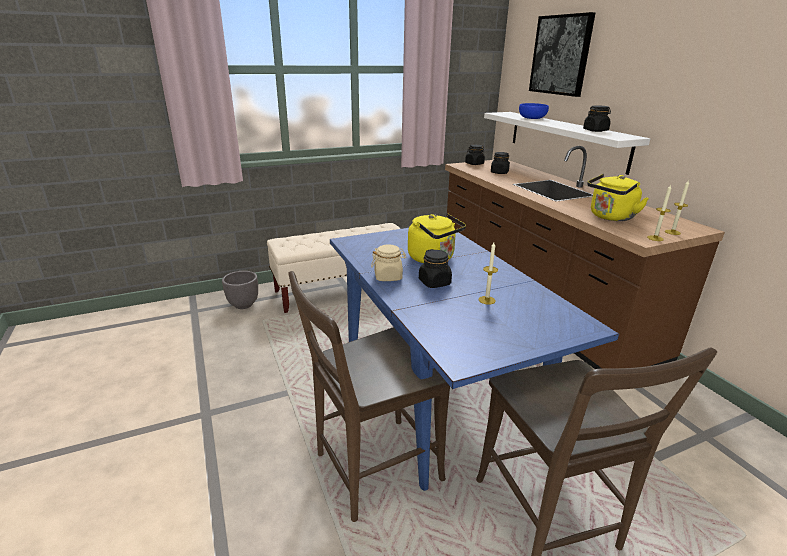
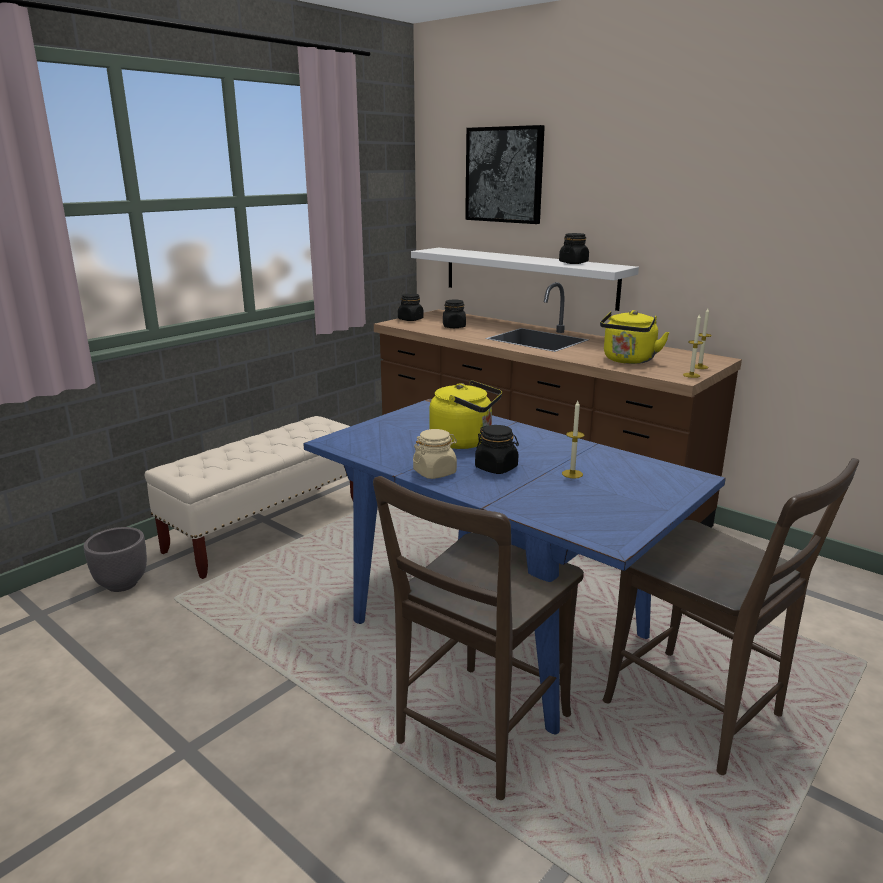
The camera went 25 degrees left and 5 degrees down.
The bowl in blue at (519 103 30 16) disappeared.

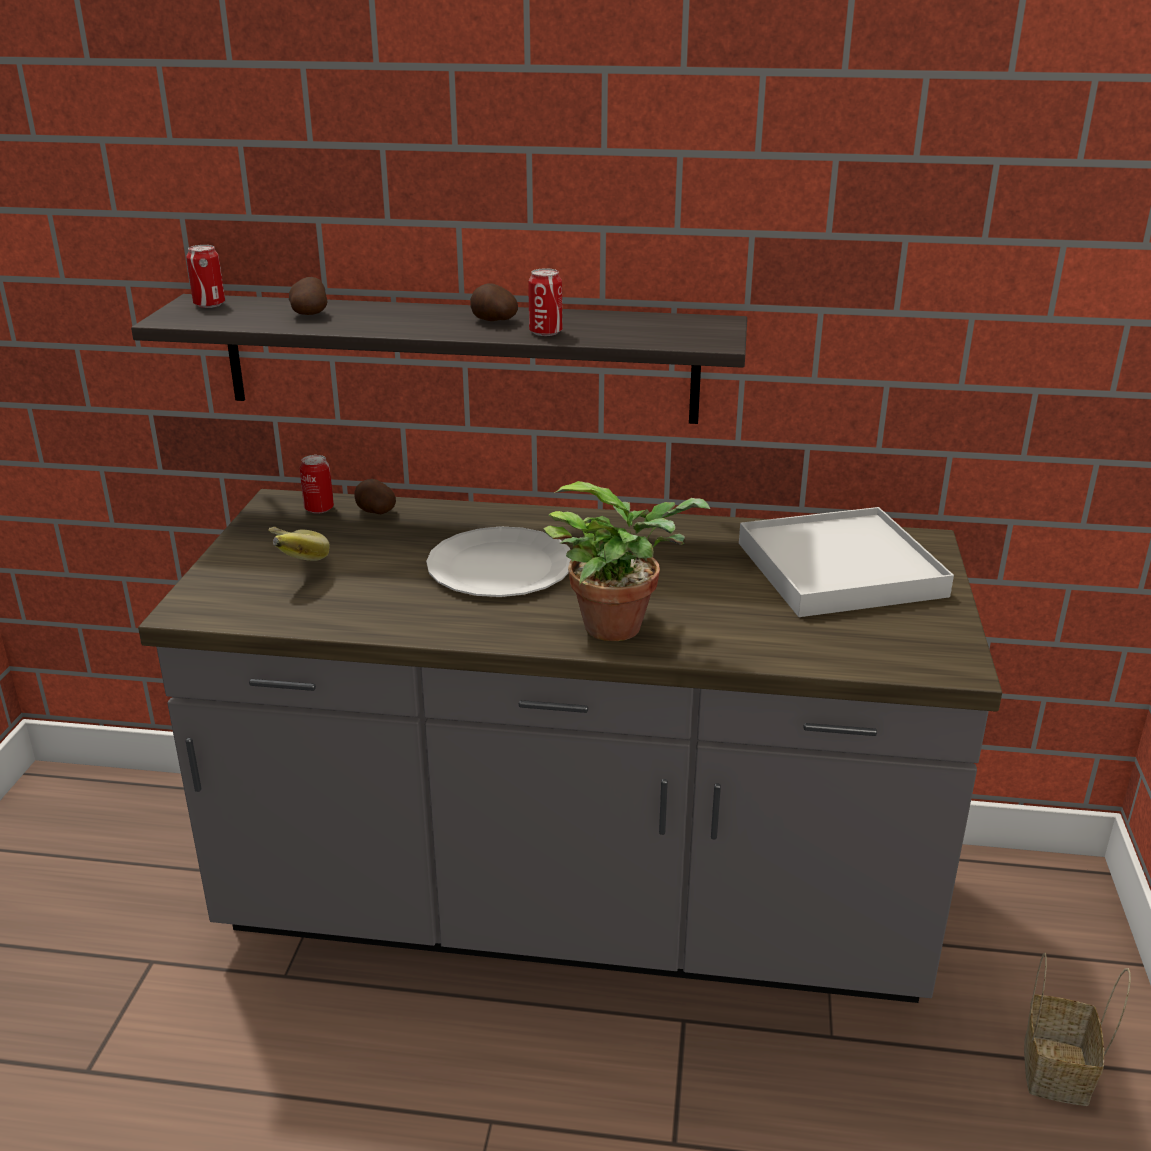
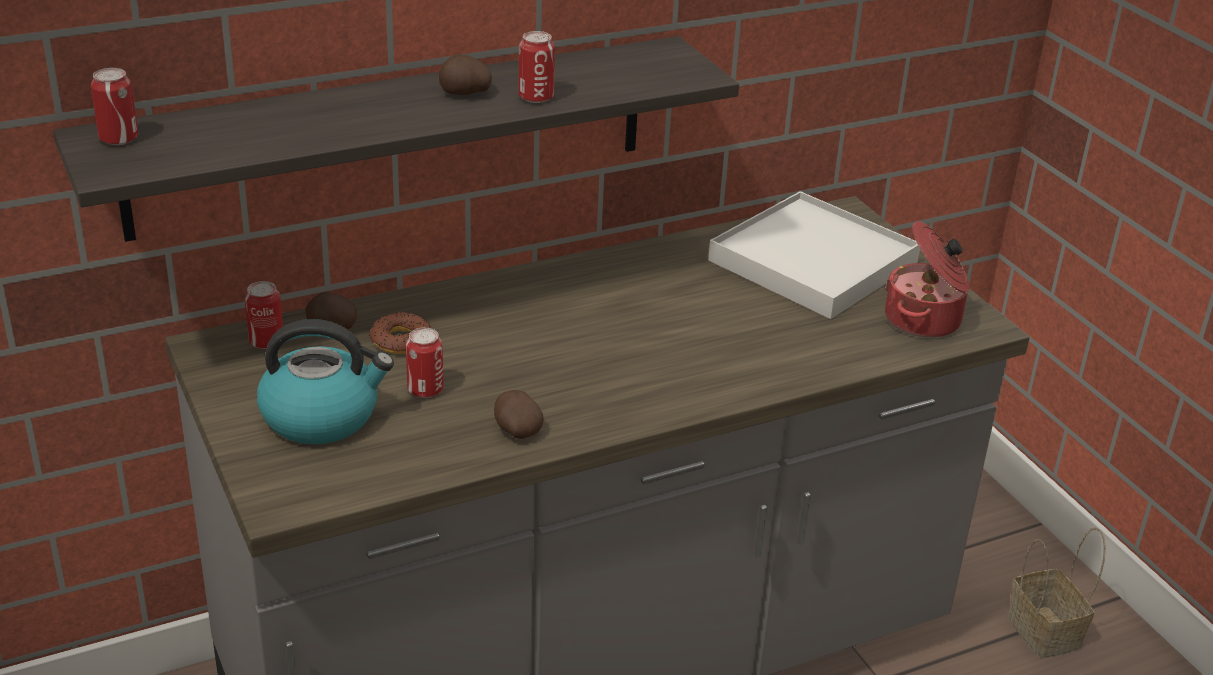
The camera went 35 degrees left and 5 degrees up.
The whole banana at (269 527 61 34) was replaced by the kettle at (257 319 137 125).
The potato moved from (289 277 38 38) to (494 390 50 49).
The dinner plate in white at (426 526 146 71) disappeared.
The houseplant at (543 481 167 160) disappeared.
The donut at (369 312 62 42) appeared.
The sealed can at (406 328 38 70) appeared.
The stockpot at (885 221 84 117) appeared.

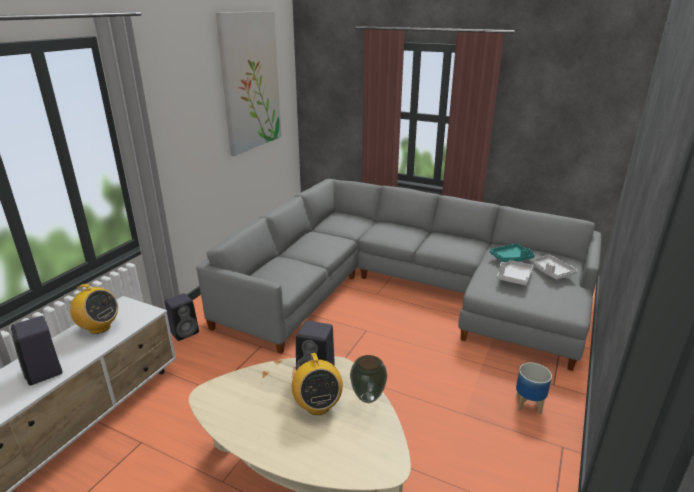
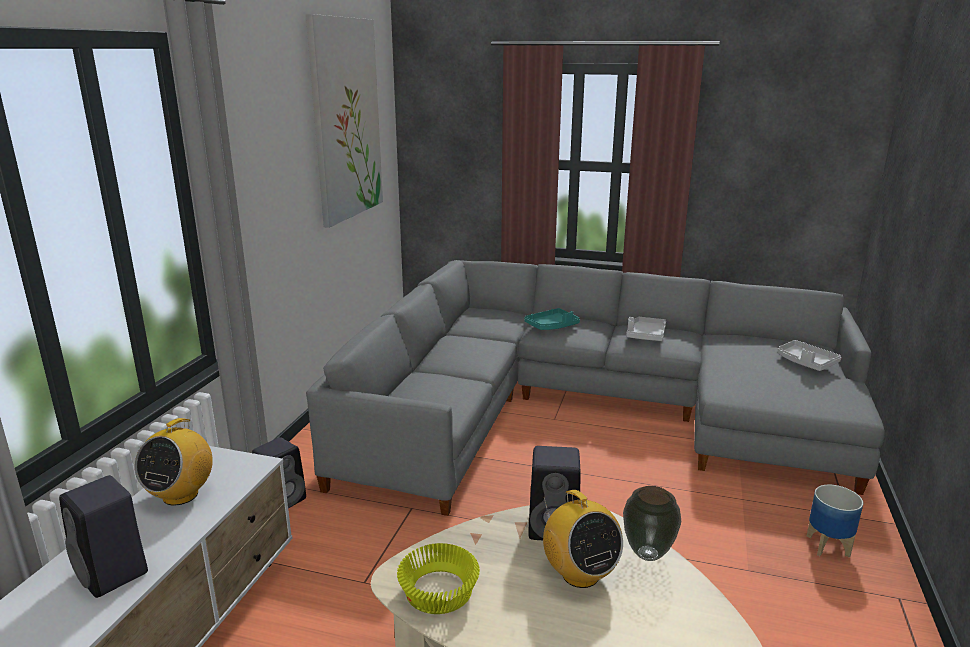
The camera went 10 degrees left and 5 degrees down.
The radio receiver at (64 284 54 50) turned 90 degrees clockwise.
The serving tray in turquoise moved from (490 243 45 19) to (525 308 55 22).
The serving tray in greyish moved from (497 260 36 25) to (626 317 40 24).
The bowl in yellowish at (397 543 83 71) appeared.

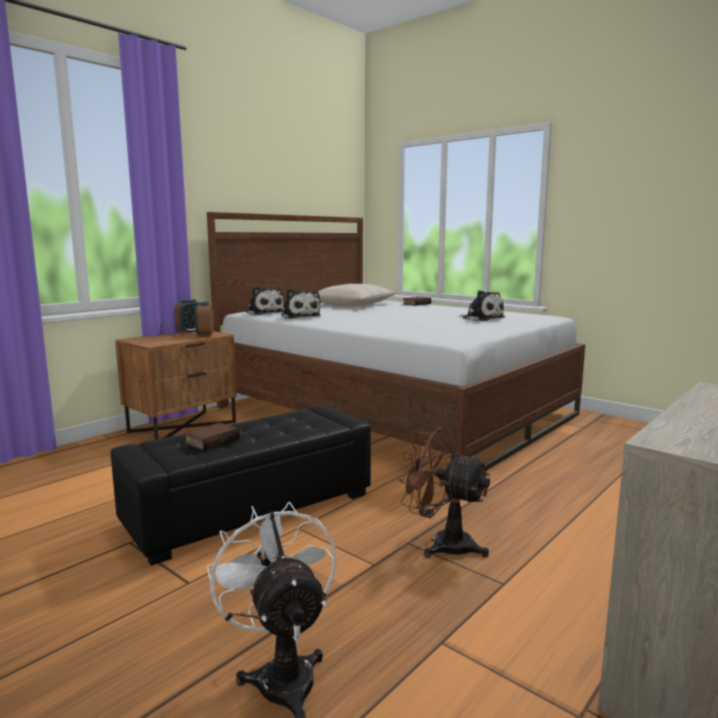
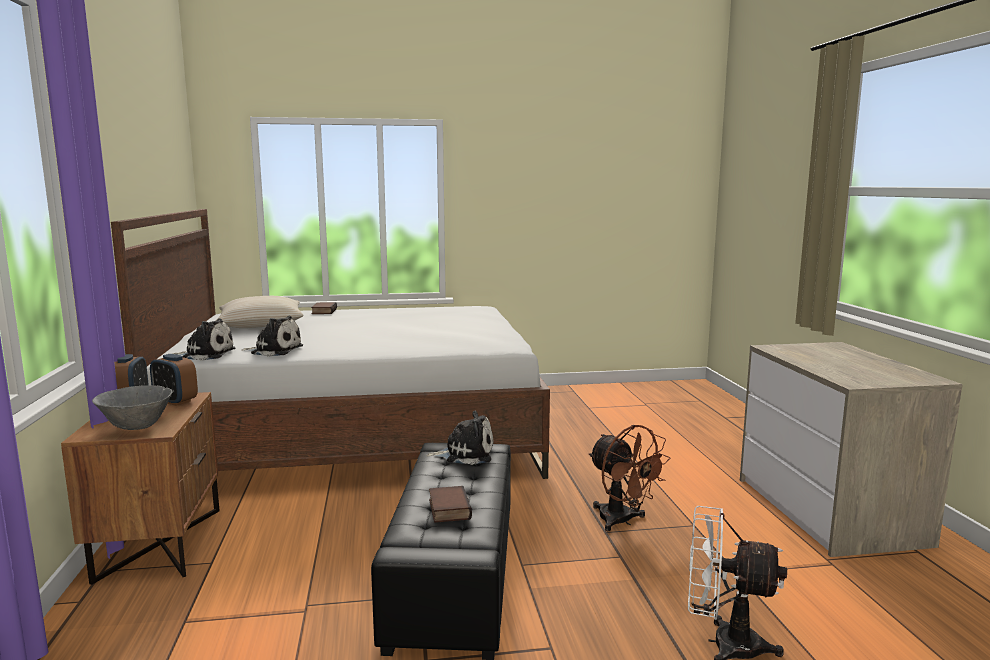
The camera went 50 degrees left and 0 degrees up.
The cooling fan in brownish at (398 425 92 133) turned 105 degrees counterclockwise.
The soft toy moved from (460 290 45 31) to (426 411 67 54).
The bowl in greyish at (92 385 81 45) appeared.

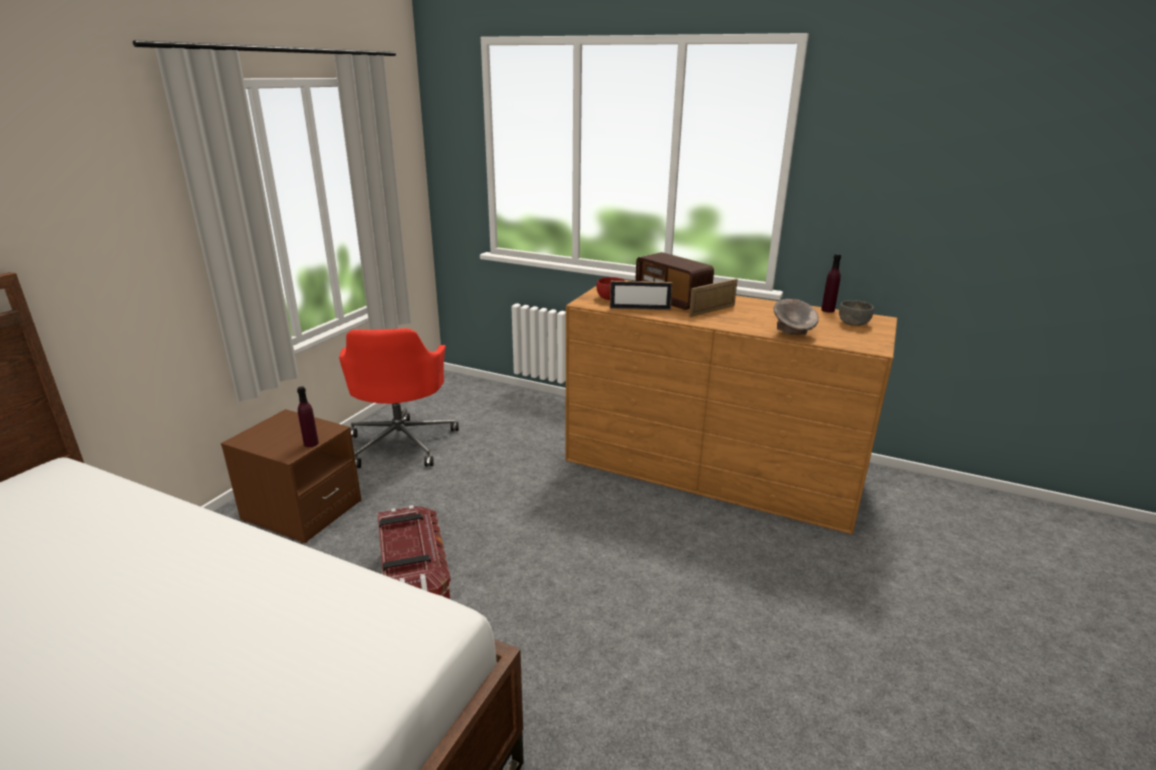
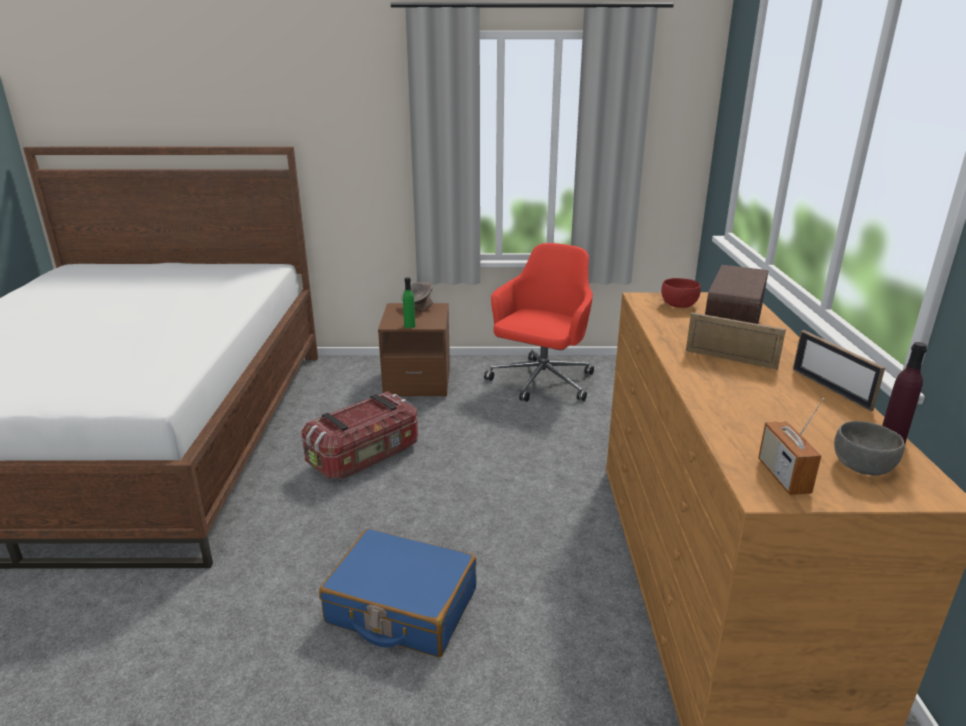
The camera went 65 degrees right and 0 degrees up.
The bottle in purple at (297 386 22 61) became the bottle in green at (403 277 12 51).
The computer chair in reddish at (339 328 120 140) turned 150 degrees clockwise.
The standing frame moved from (610 281 63 29) to (793 330 92 82).
The bowl in greyish moved from (774 299 45 36) to (401 281 32 30).
The piece of luggage in blue at (319 528 157 129) appeared.
The radio receiver at (758 398 66 97) appeared.

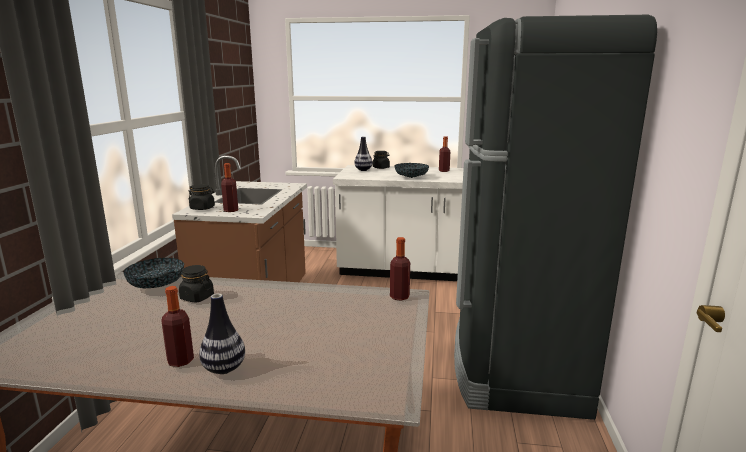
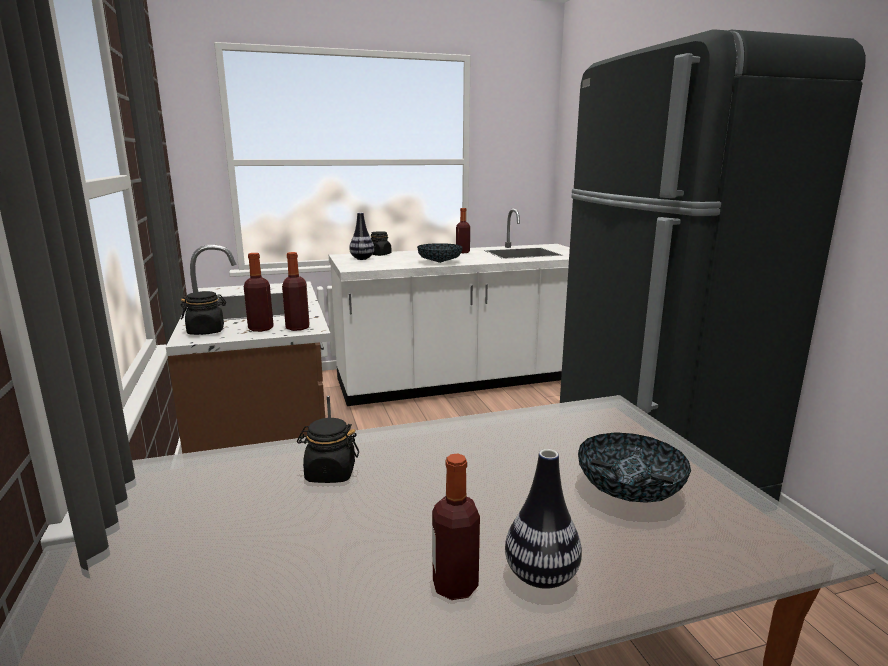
The camera went 25 degrees left and 0 degrees up.
The bowl moved from (123 258 61 30) to (578 432 113 71).
The bottle moved from (390 237 20 64) to (282 252 27 79).

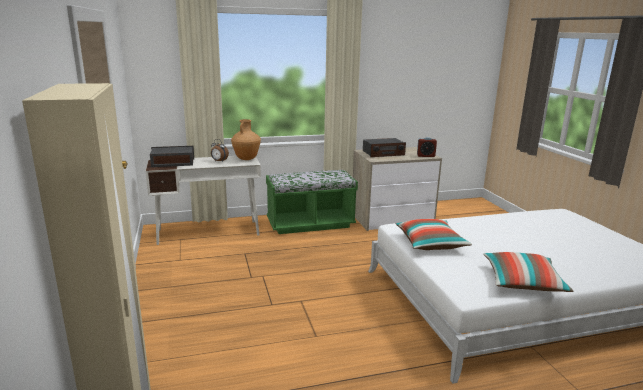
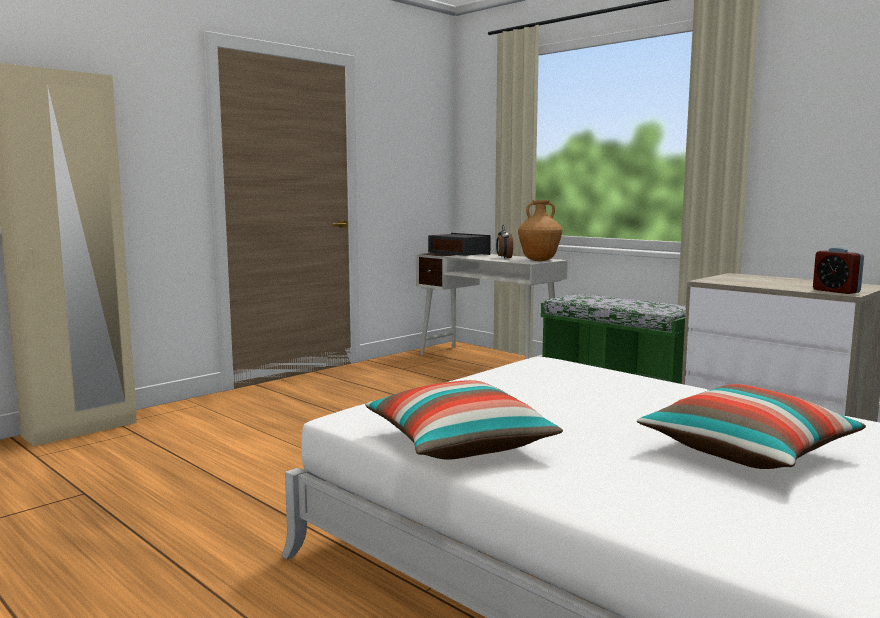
The camera went 60 degrees right and 10 degrees down.
The radio receiver at (363 138 43 19) disappeared.
The cushion moved from (396 219 76 31) to (637 384 229 85).

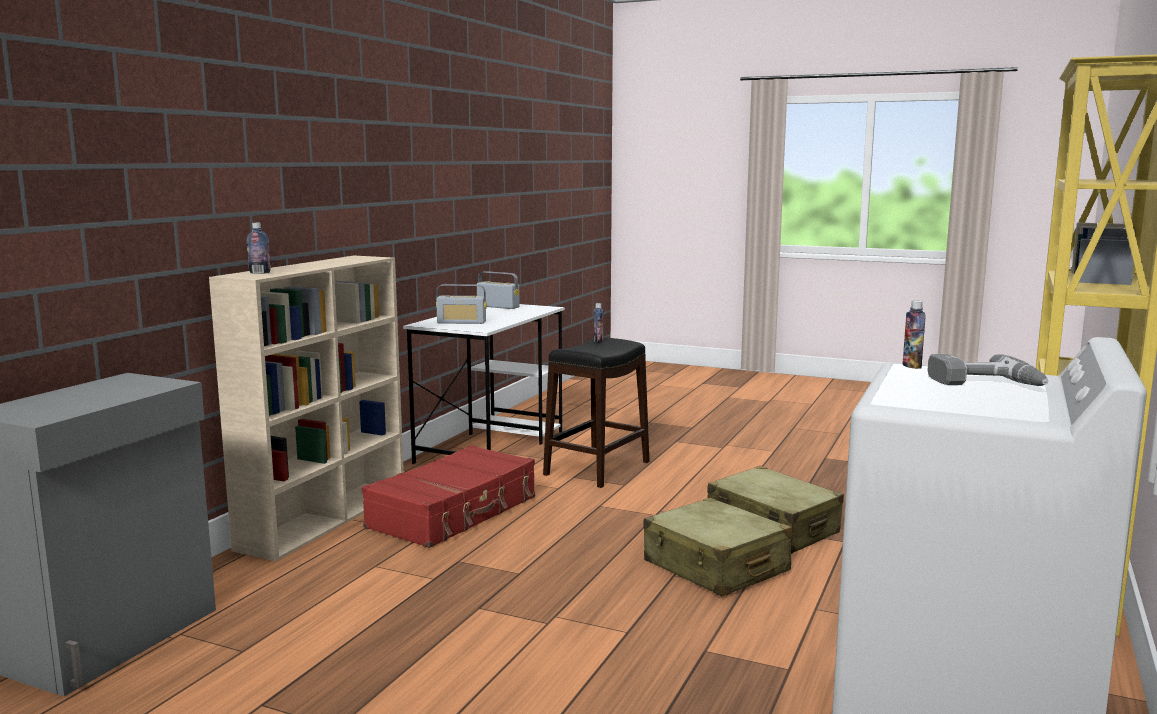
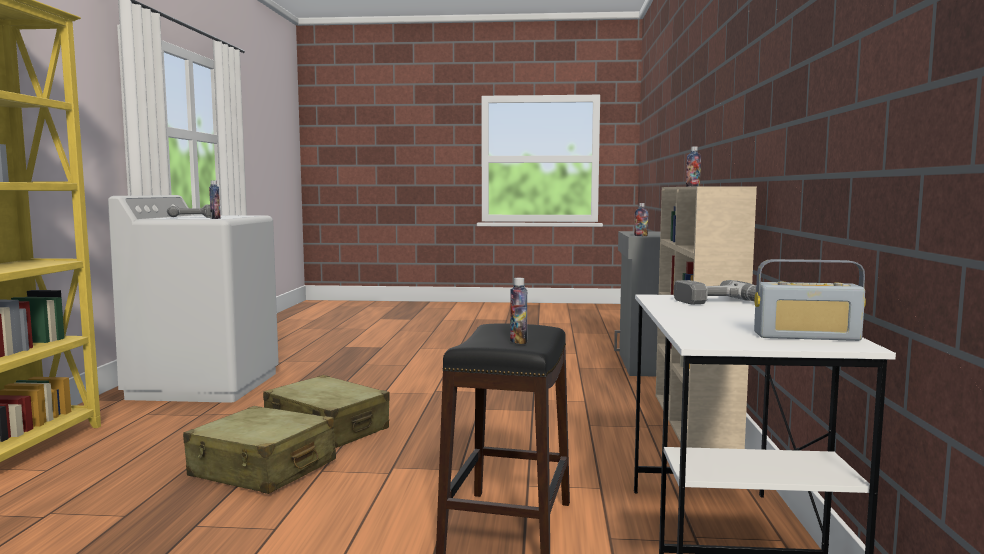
The camera went 160 degrees right and 5 degrees down.
The piece of luggage in reddish at (362 445 173 103) disappeared.
The radio receiver at (436 284 51 40) was replaced by the drill at (674 280 82 24).
The bottle at (634 203 14 33) appeared.

